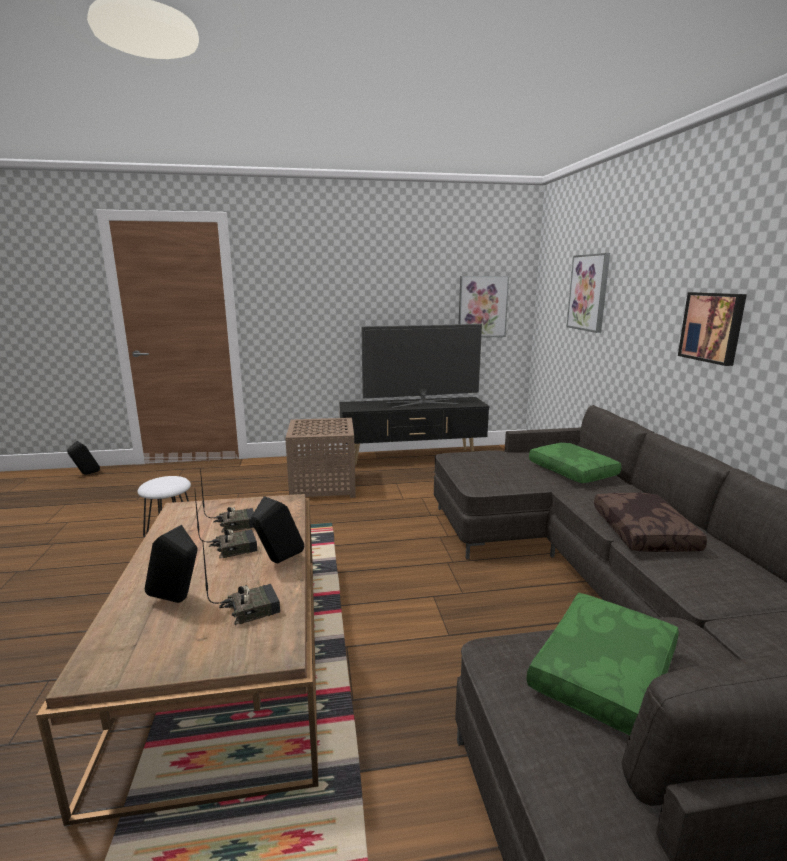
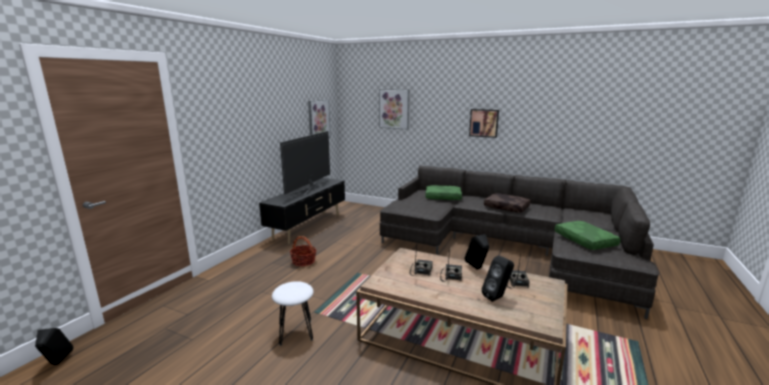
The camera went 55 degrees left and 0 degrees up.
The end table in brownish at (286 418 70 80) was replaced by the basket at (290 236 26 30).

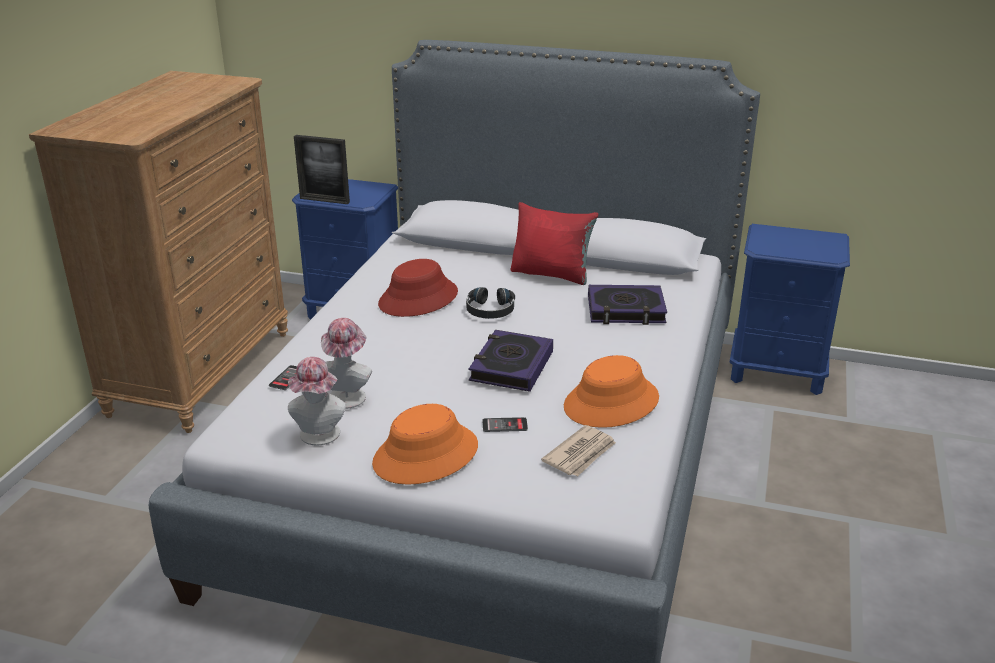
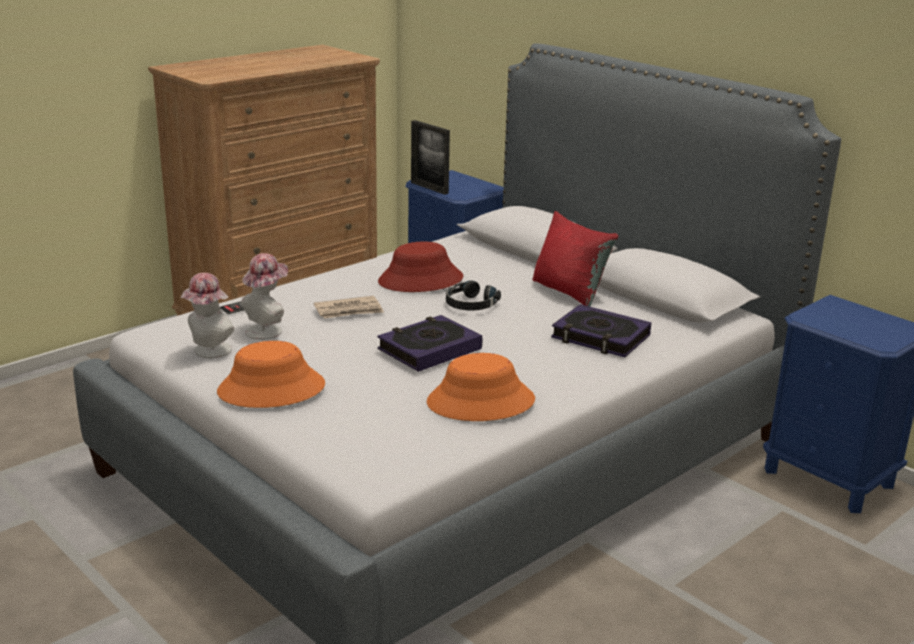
The camera went 30 degrees right and 5 degrees down.
The telephone at (482 417 46 15) disappeared.
The daily paper moved from (541 425 75 52) to (314 296 70 23).

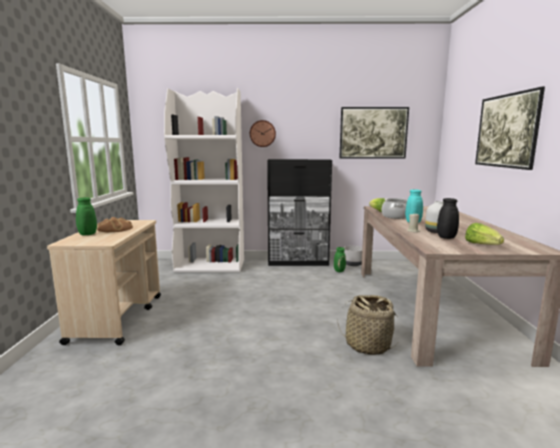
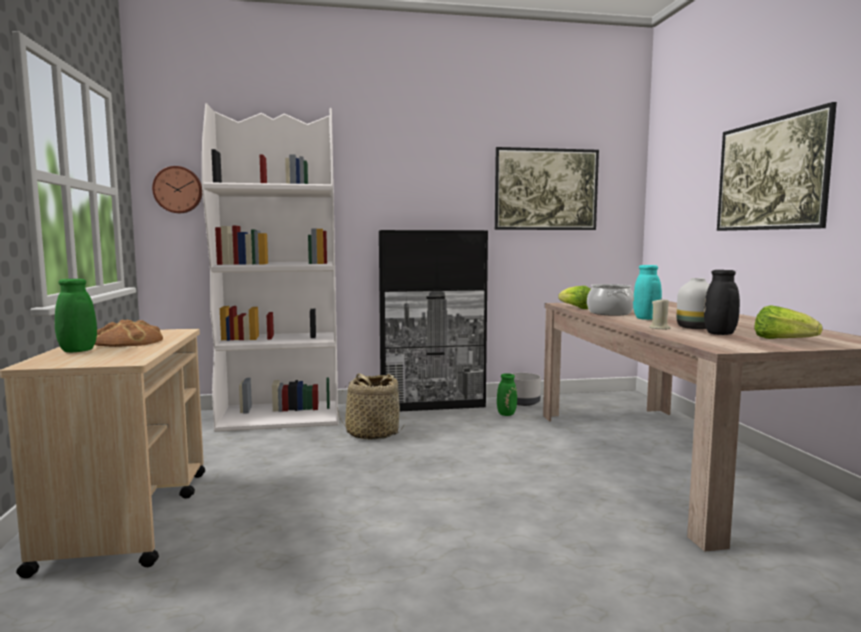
The camera went 10 degrees left and 5 degrees down.
The clock on the wall moved from (250 120 26 27) to (152 166 50 47).
The basket moved from (338 295 60 60) to (338 373 67 67).

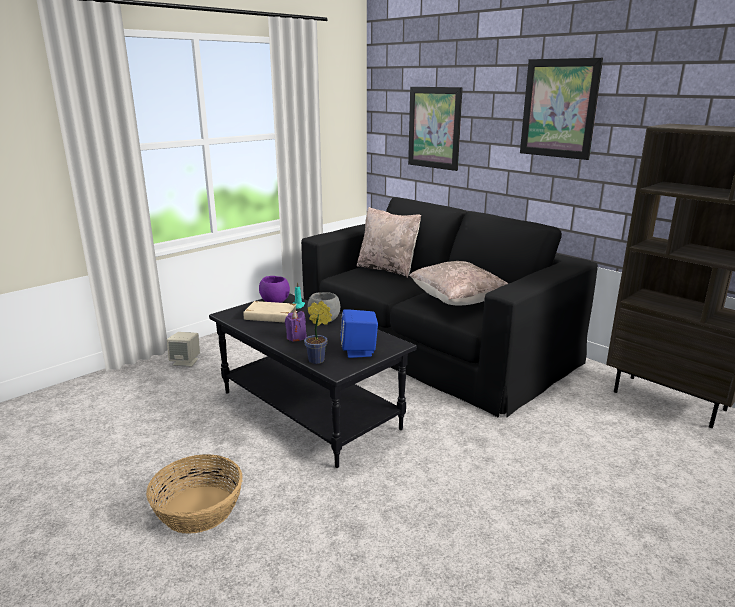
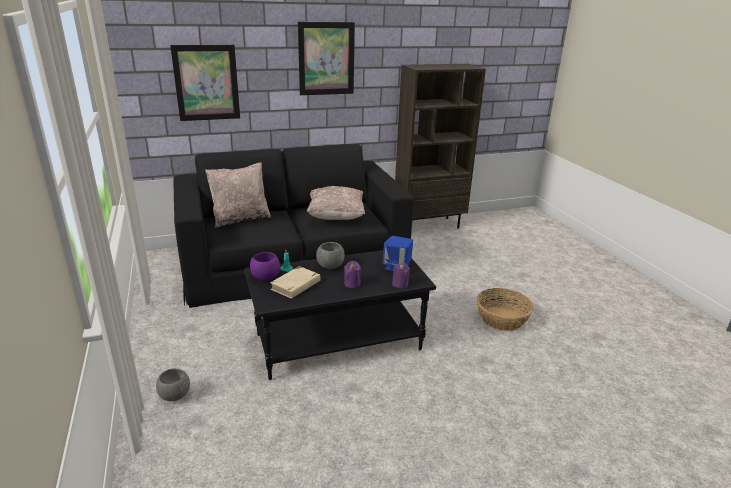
The camera went 65 degrees left and 5 degrees up.
The basket moved from (146 454 97 80) to (477 288 57 43).
The speaker in beige at (167 332 33 35) was replaced by the bowl in greyish at (156 368 34 33).
The houseplant at (304 301 28 63) was replaced by the wax light in purple at (392 263 18 25).

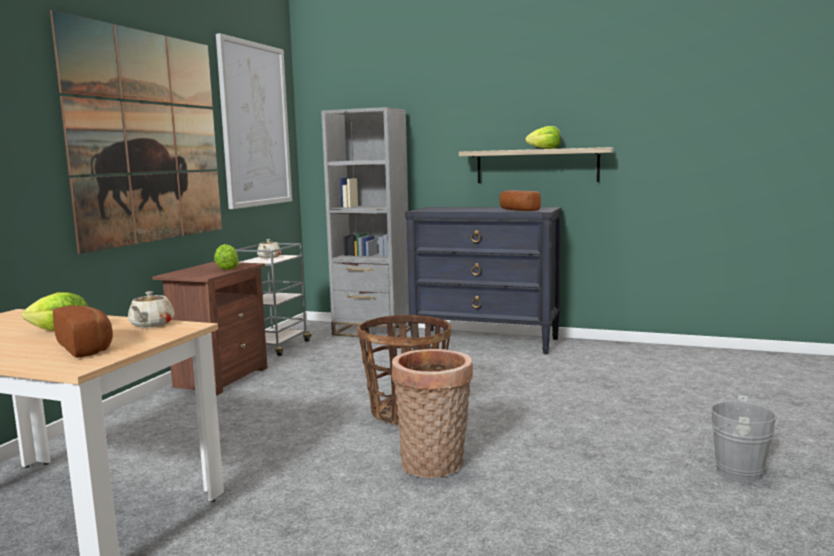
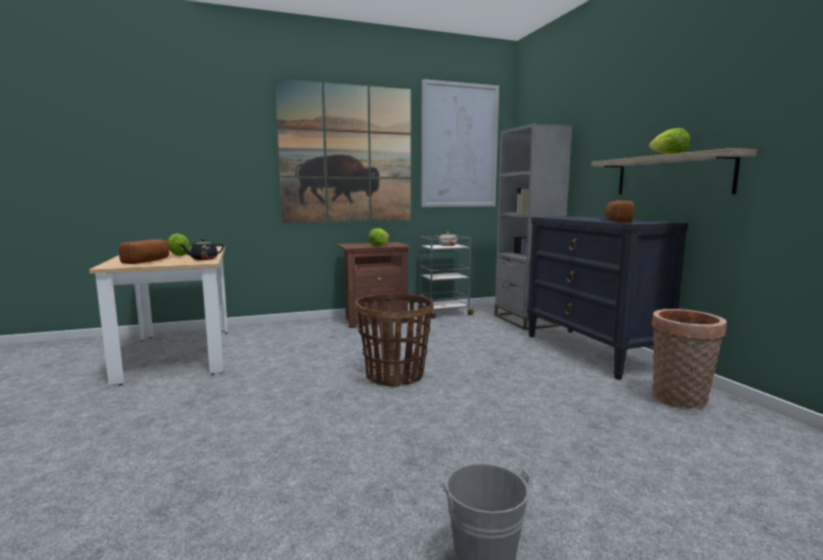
The camera went 50 degrees right and 0 degrees up.
The teapot in beige at (128 291 47 37) became the teapot in blackish at (179 239 45 21).
The basket moved from (392 349 81 129) to (651 309 76 100).

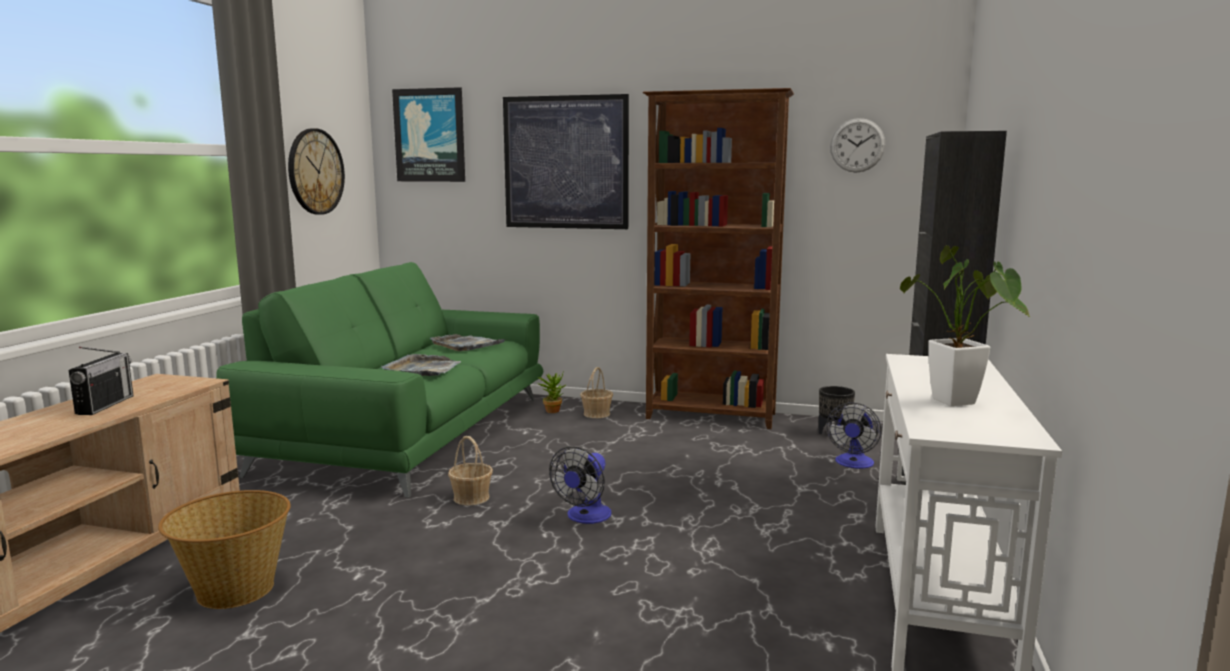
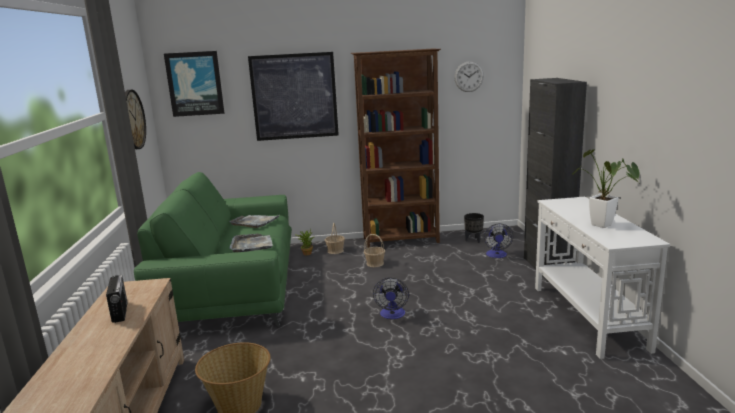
The camera went 20 degrees left and 5 degrees up.
The basket moved from (448 436 45 69) to (364 234 21 33).

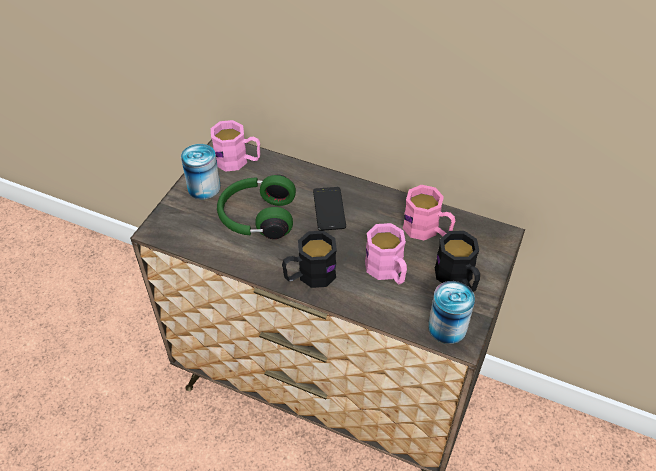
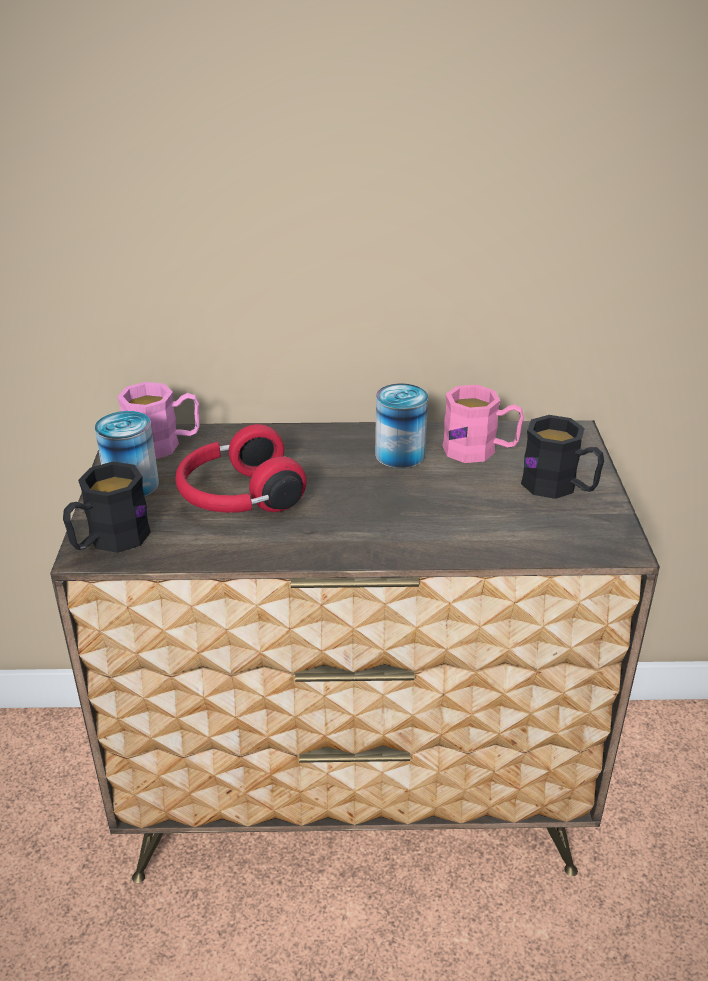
The camera went 25 degrees left and 15 degrees down.
The pair of headphones in green at (217 175 79 64) became the pair of headphones in reddish at (175 424 132 89).
The coffee mug in blackish moved from (282 231 55 57) to (63 461 88 92).
The telephone at (313 187 33 44) disappeared.
The coffee mug in pink at (365 223 42 61) disappeared.
The sealed can moved from (428 281 47 63) to (375 384 53 84).

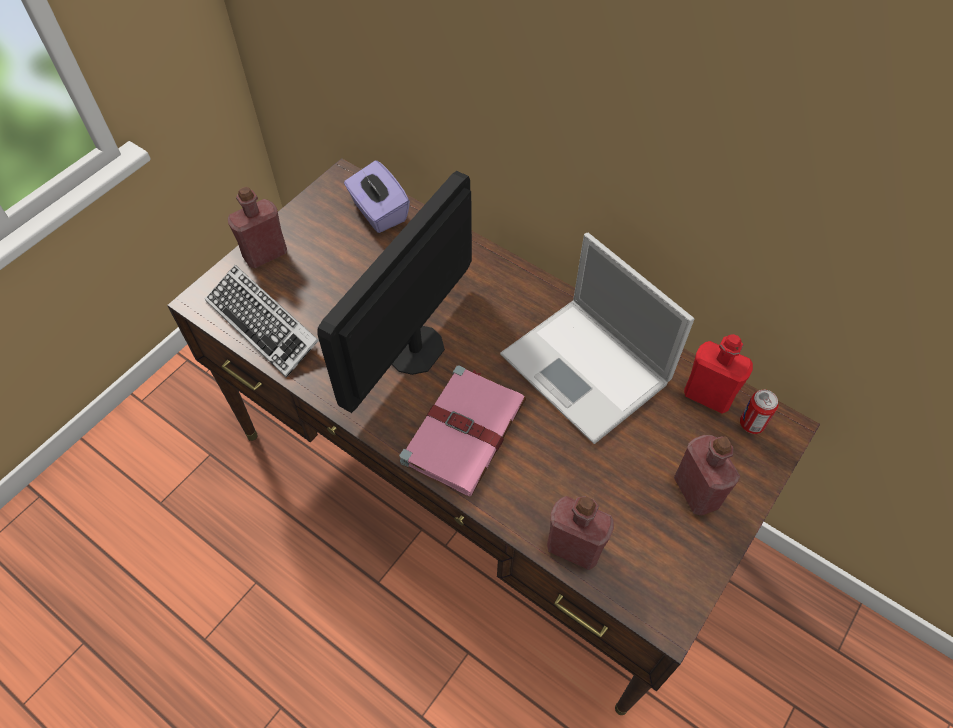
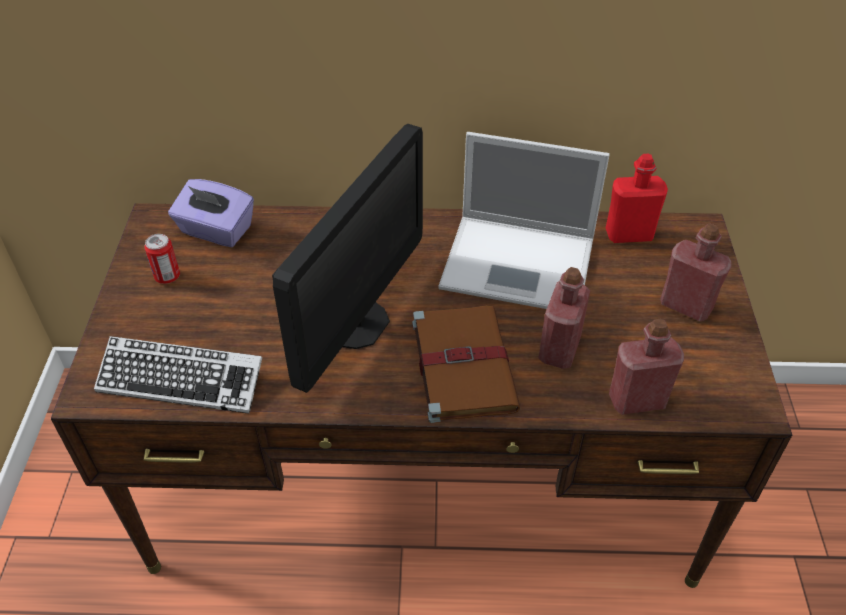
The camera went 35 degrees left and 10 degrees down.
The bottle in reddish moved from (228 187 59 81) to (538 267 52 102).
The monitor at (317 171 155 242) turned 150 degrees counterclockwise.
The bound book in pink at (399 365 127 131) became the bound book in brownish at (412 305 108 118).
The sealed can moved from (740 390 38 44) to (144 234 36 50).

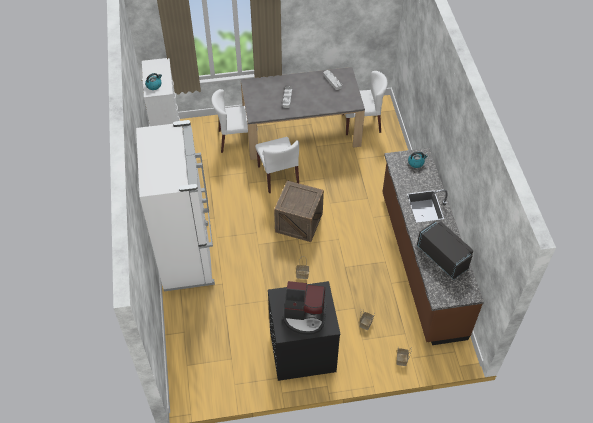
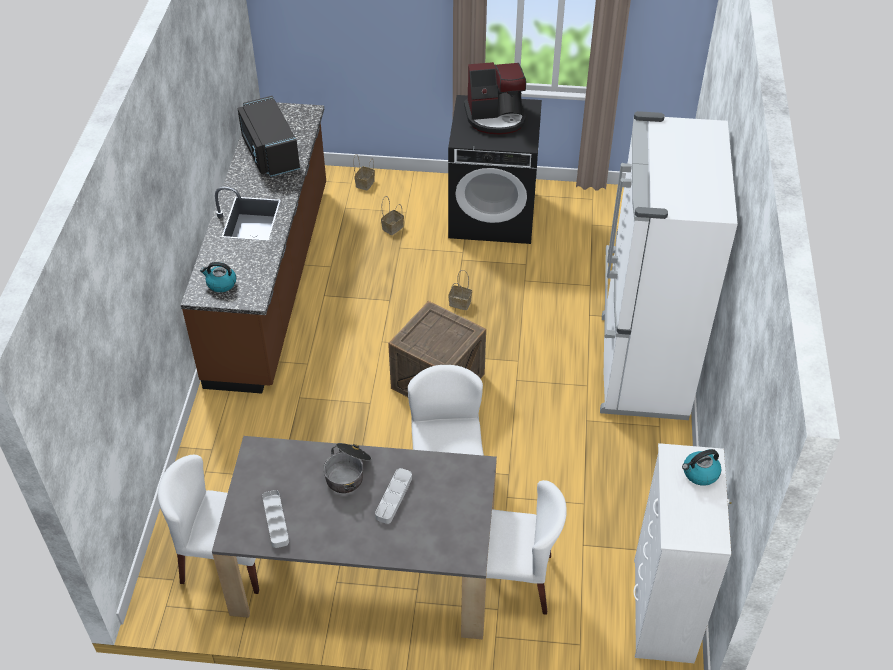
The camera went 165 degrees left and 5 degrees down.
The coffee maker at (283 281 44 54) turned 150 degrees clockwise.
The stockpot at (323 443 49 50) appeared.

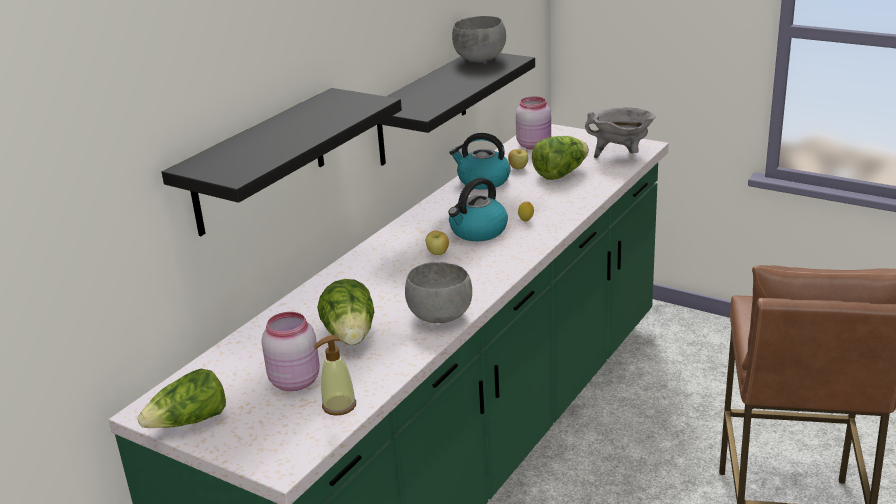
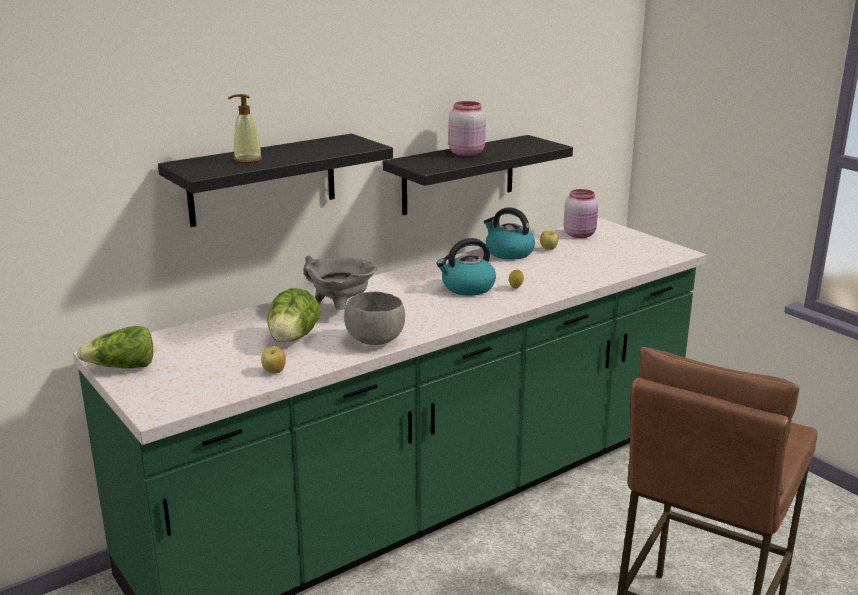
The camera went 20 degrees right and 5 degrees down.
The preserve jar in pink moved from (262 312 58 79) to (448 101 38 55).
The liquid soap bottle moved from (314 335 42 81) to (228 94 34 69).
The apple fruit moved from (426 231 23 24) to (261 346 25 28).
The bowl in greyish at (452 16 54 46) disappeared.
The head of lettuce at (532 136 57 44) disappeared.
The stockpot in greyish moved from (585 107 70 51) to (303 256 74 54).

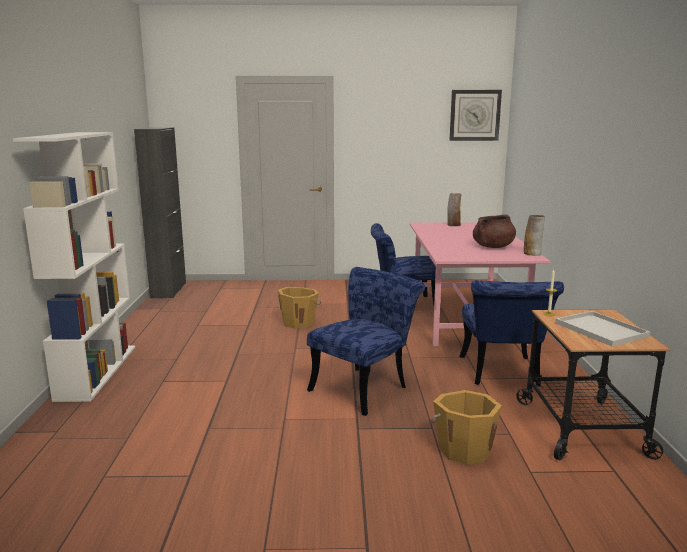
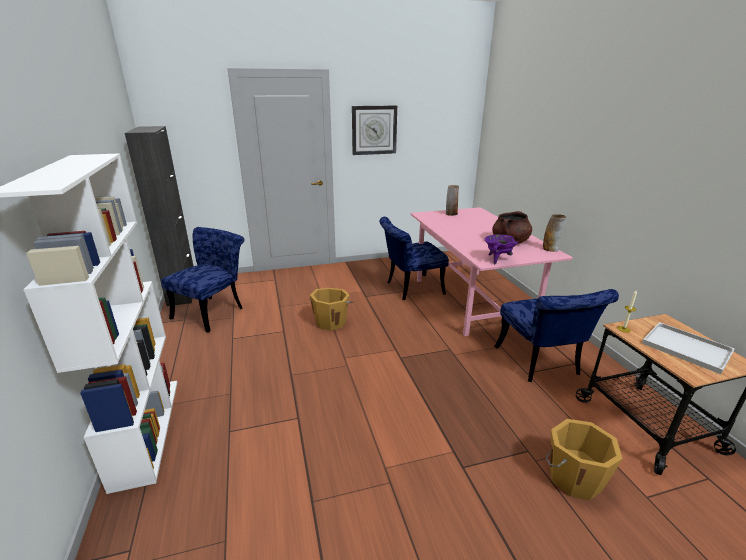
The camera went 15 degrees left and 10 degrees up.
The upright chair in blue moved from (307 267 118 149) to (161 227 84 105).
The clock on the wall moved from (449 90 53 51) to (352 106 45 49).
The stockpot in purple at (485 235 33 30) appeared.

